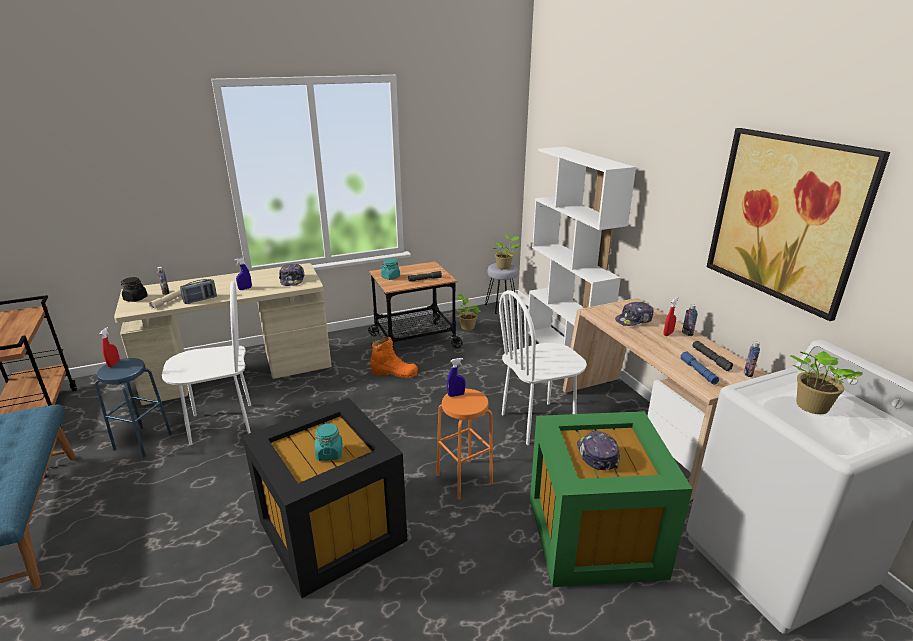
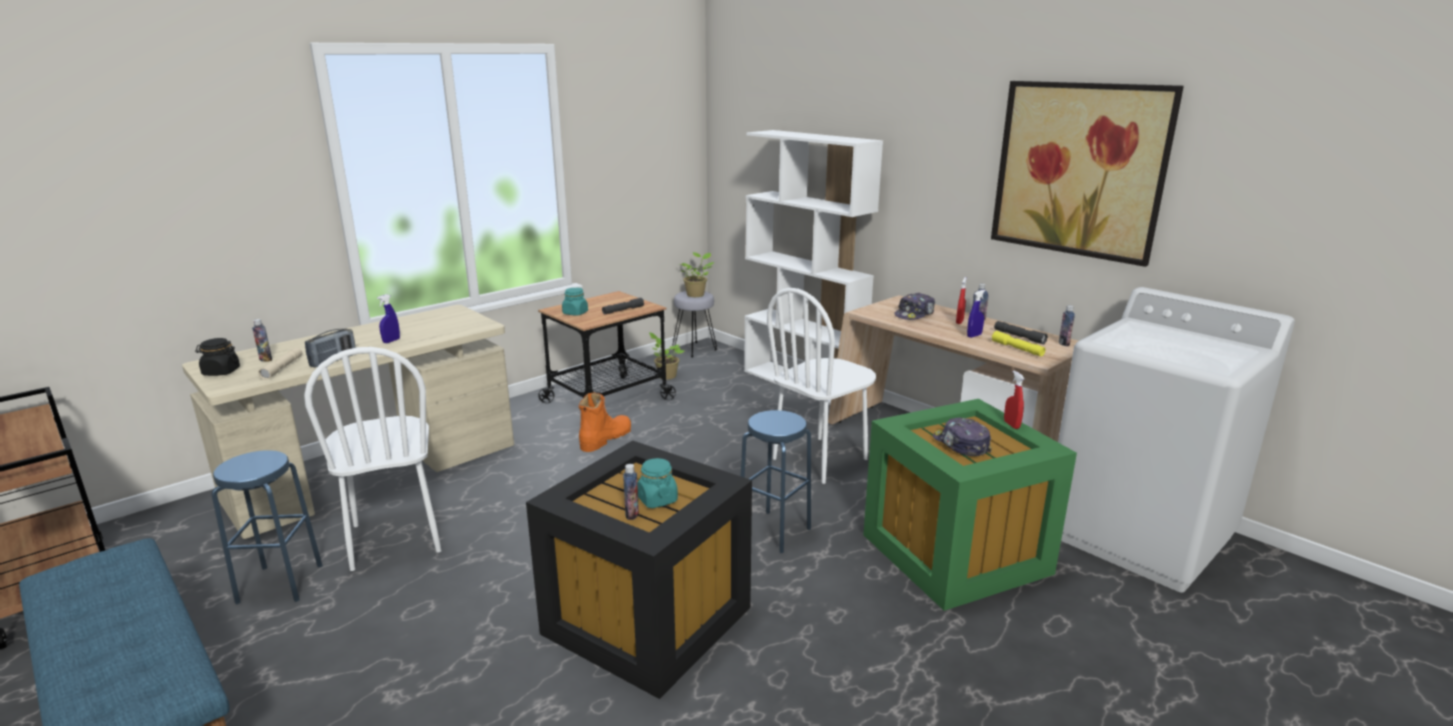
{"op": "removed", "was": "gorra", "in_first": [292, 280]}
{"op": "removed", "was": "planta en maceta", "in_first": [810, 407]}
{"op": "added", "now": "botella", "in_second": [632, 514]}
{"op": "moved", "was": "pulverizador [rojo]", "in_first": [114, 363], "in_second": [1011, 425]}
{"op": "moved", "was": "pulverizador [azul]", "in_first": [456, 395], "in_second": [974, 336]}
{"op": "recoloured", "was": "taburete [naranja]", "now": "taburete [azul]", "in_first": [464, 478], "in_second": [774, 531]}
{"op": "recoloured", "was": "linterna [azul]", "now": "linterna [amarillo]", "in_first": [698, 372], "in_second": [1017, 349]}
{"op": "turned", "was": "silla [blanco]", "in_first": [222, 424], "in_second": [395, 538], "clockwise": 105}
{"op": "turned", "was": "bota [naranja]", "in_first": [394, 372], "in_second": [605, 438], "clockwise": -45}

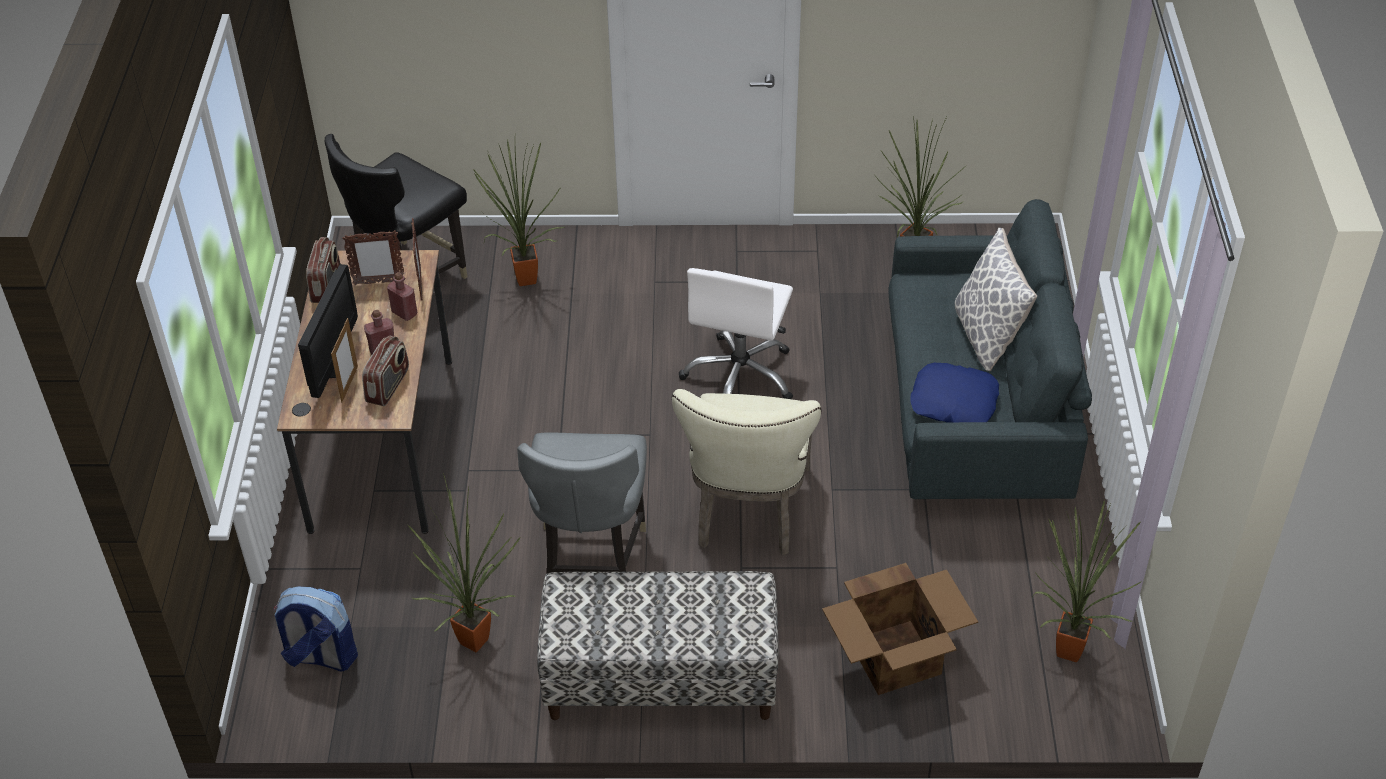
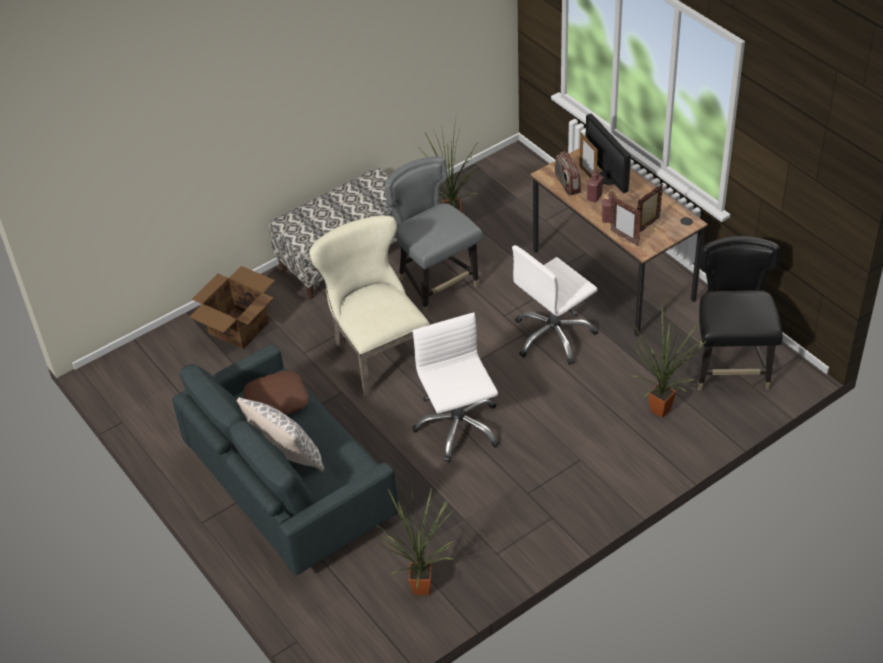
{"op": "removed", "was": "mochila", "in_first": [320, 656]}
{"op": "removed", "was": "radio", "in_first": [326, 286]}
{"op": "removed", "was": "planta en maceta", "in_first": [1064, 649]}
{"op": "added", "now": "silla de oficina [blanco]", "in_second": [553, 336]}
{"op": "recoloured", "was": "cojín [azul]", "now": "cojín [marrón]", "in_first": [953, 402], "in_second": [276, 400]}

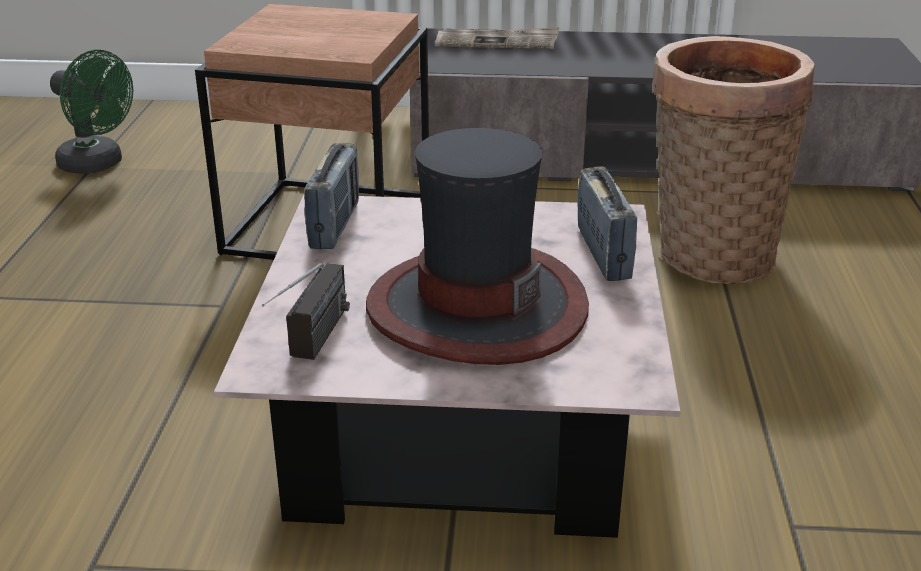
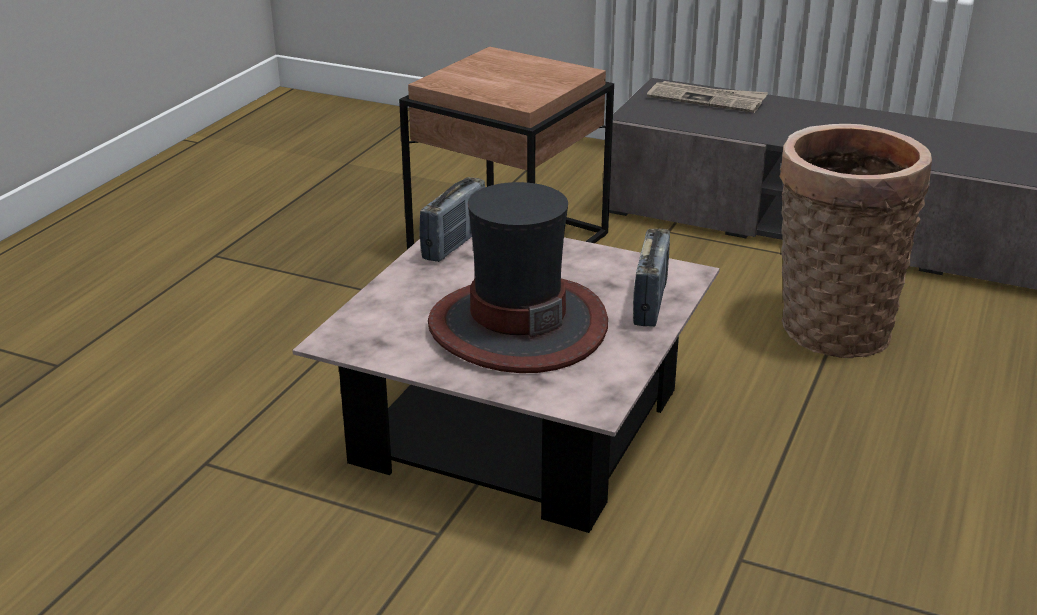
{"op": "removed", "was": "ventilador [verde]", "in_first": [98, 165]}
{"op": "removed", "was": "radio", "in_first": [312, 346]}

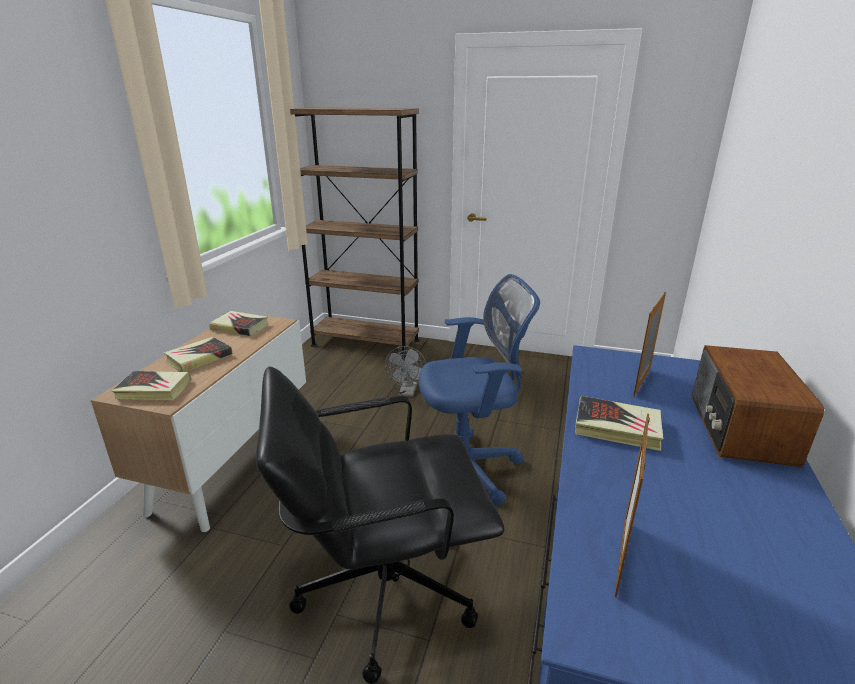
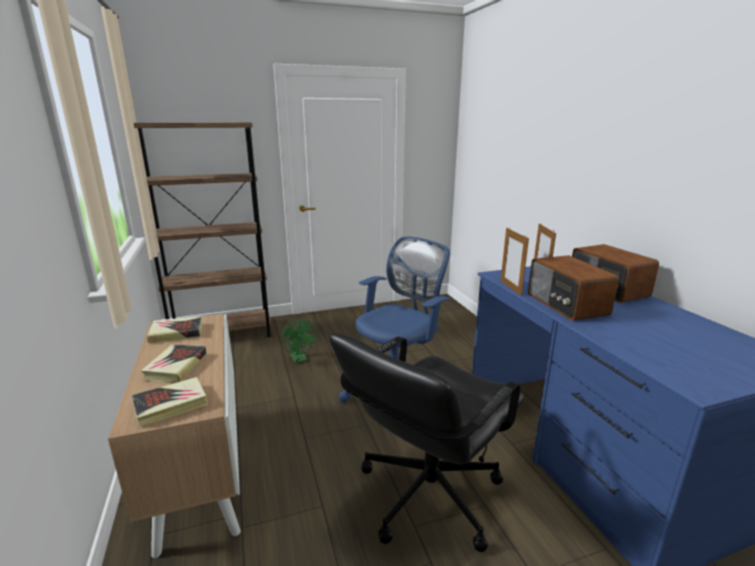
{"op": "moved", "was": "portarretratos", "in_first": [620, 556], "in_second": [510, 288]}
{"op": "replaced", "was": "libro", "now": "radio", "in_first": [617, 428], "in_second": [565, 304]}
{"op": "recoloured", "was": "ventilador [gris]", "now": "ventilador [verde]", "in_first": [407, 392], "in_second": [300, 359]}

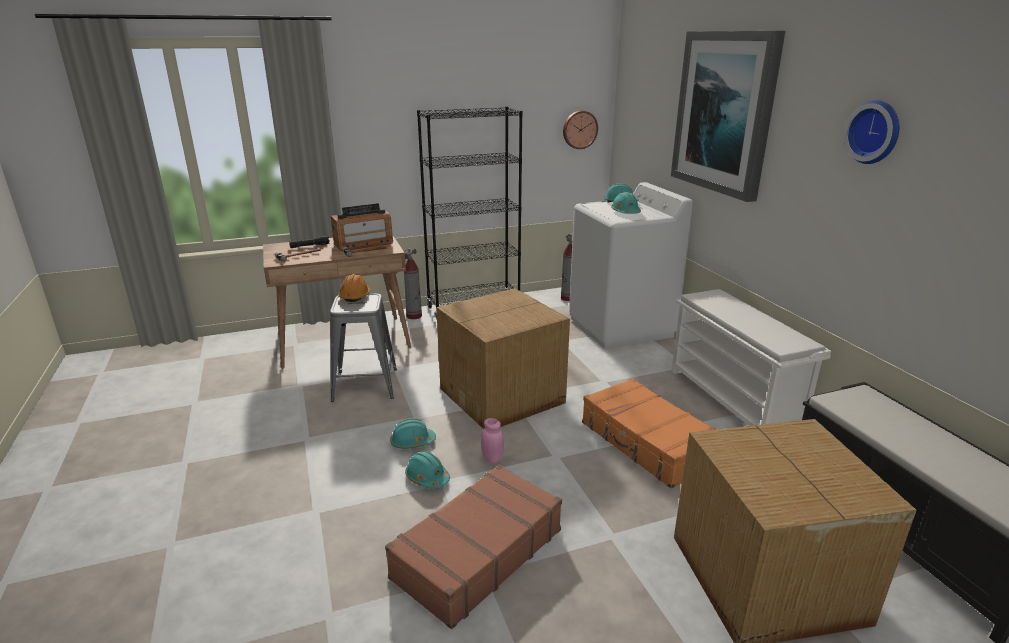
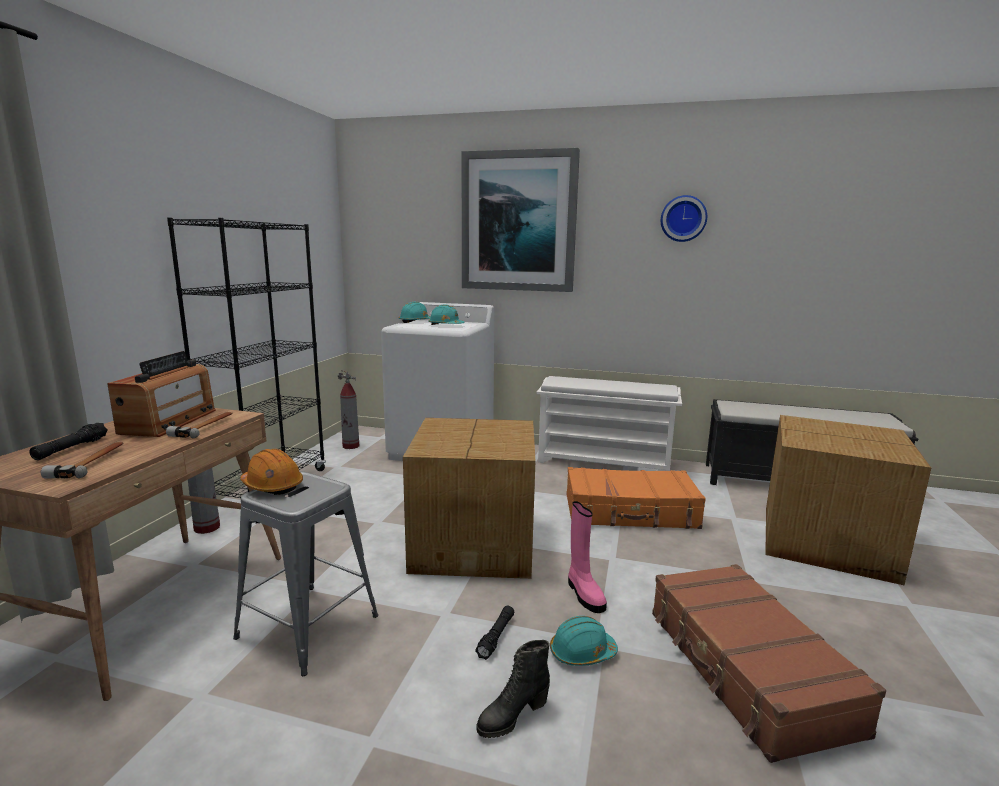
{"op": "removed", "was": "reloj de pared", "in_first": [579, 129]}
{"op": "added", "now": "bota [negro]", "in_second": [512, 716]}
{"op": "replaced", "was": "casco [turquesa]", "now": "linterna [negro]", "in_first": [412, 442], "in_second": [496, 637]}
{"op": "replaced", "was": "tarro [rosa]", "now": "bota [rosa]", "in_first": [492, 459], "in_second": [584, 594]}

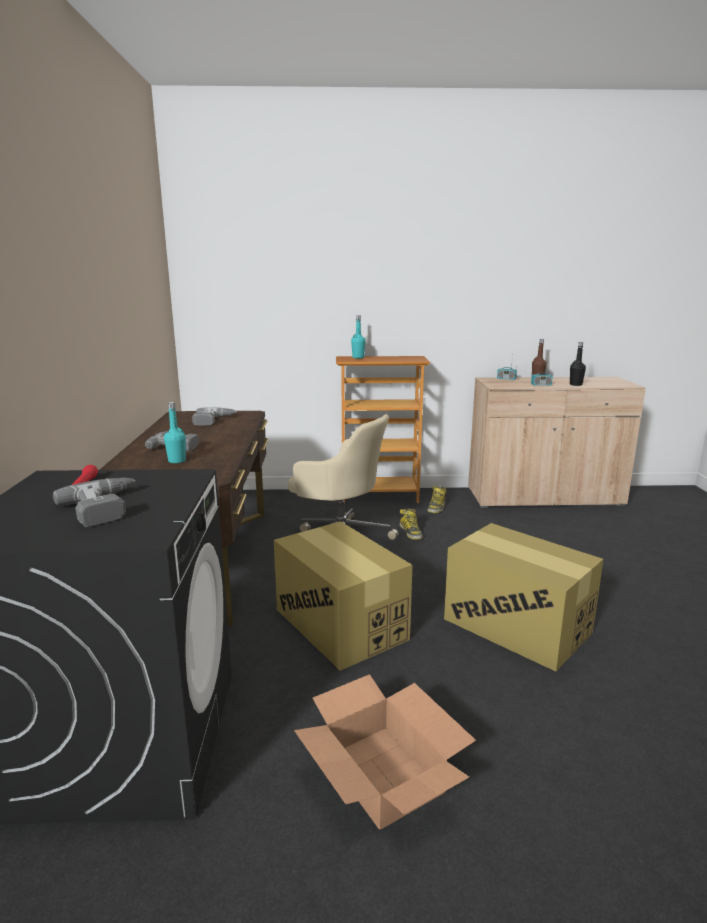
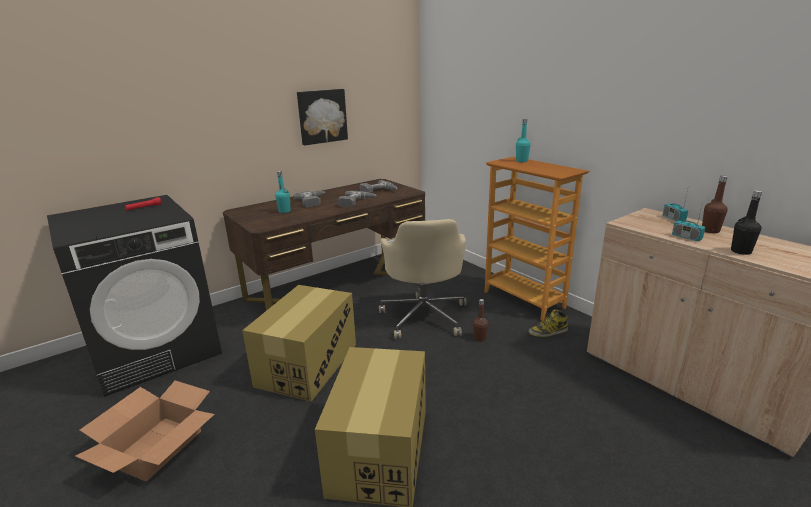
{"op": "added", "now": "cuadro", "in_second": [322, 116]}
{"op": "moved", "was": "taladro", "in_first": [107, 507], "in_second": [357, 202]}
{"op": "replaced", "was": "bota", "now": "botella [marrón]", "in_first": [411, 532], "in_second": [479, 338]}

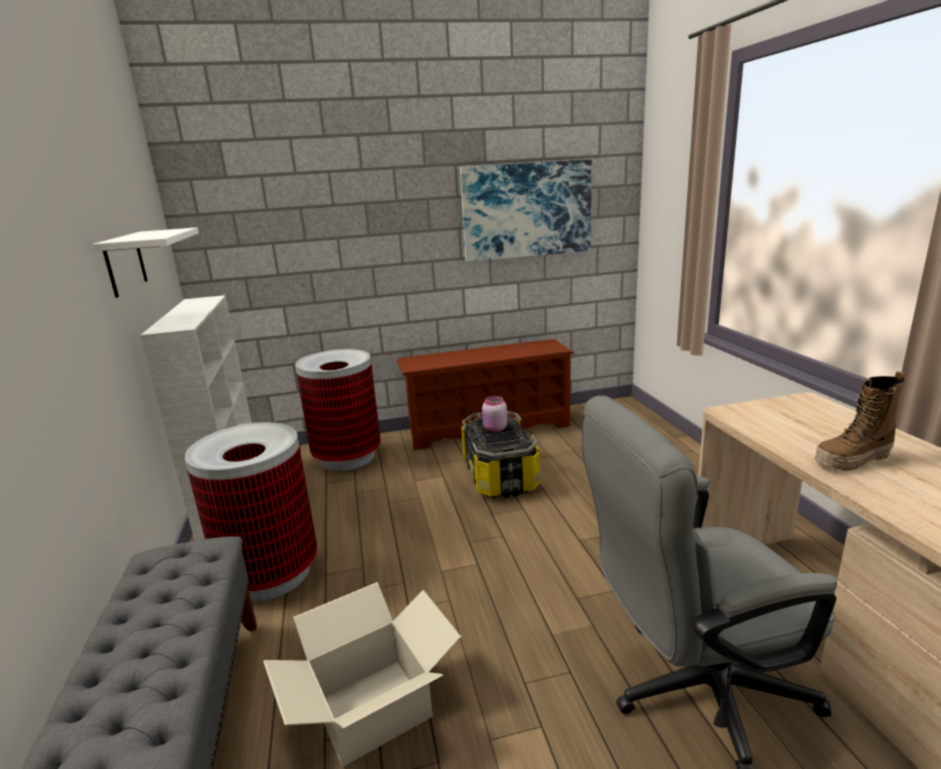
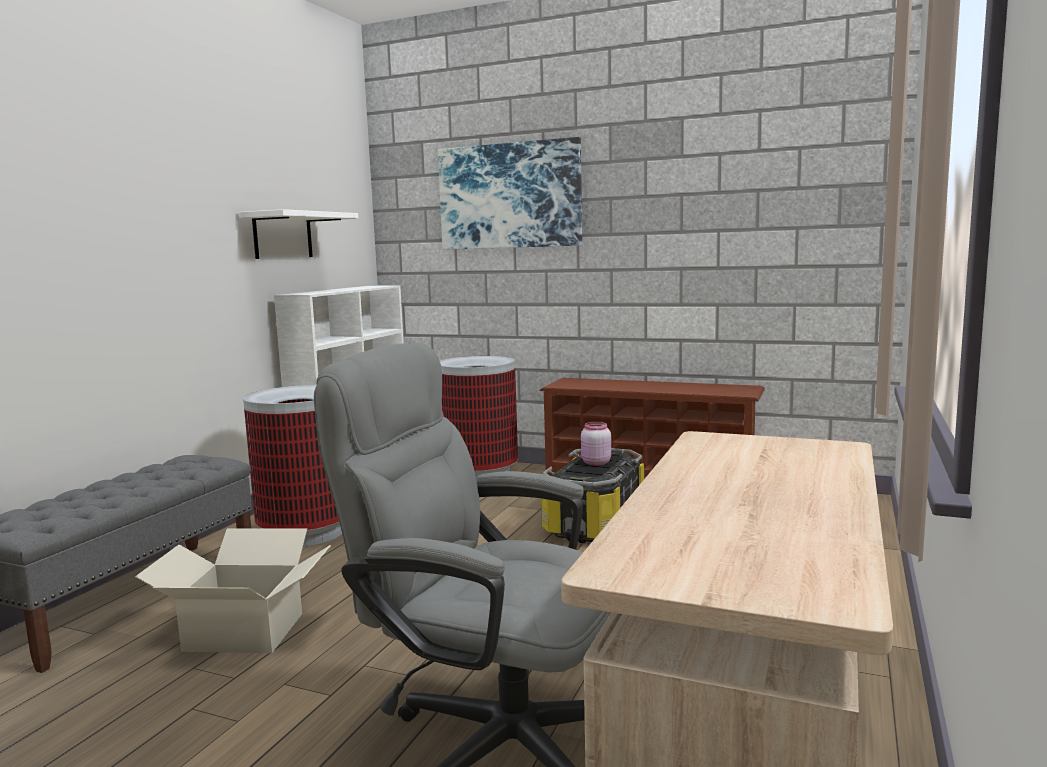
{"op": "removed", "was": "bota", "in_first": [853, 460]}
{"op": "moved", "was": "cuadro", "in_first": [526, 210], "in_second": [509, 196]}

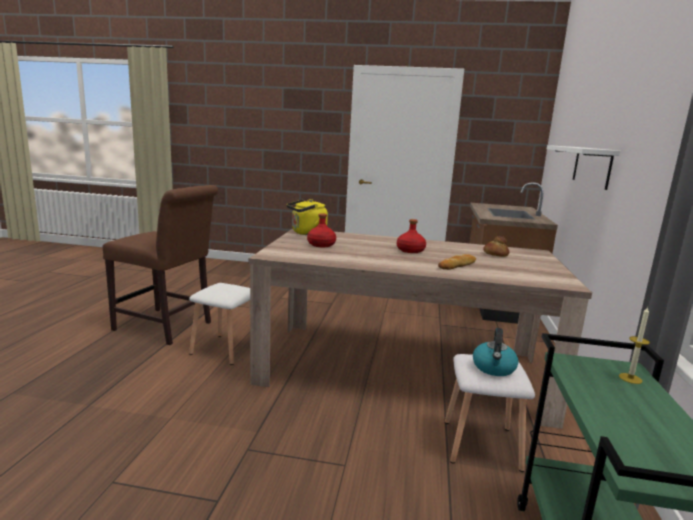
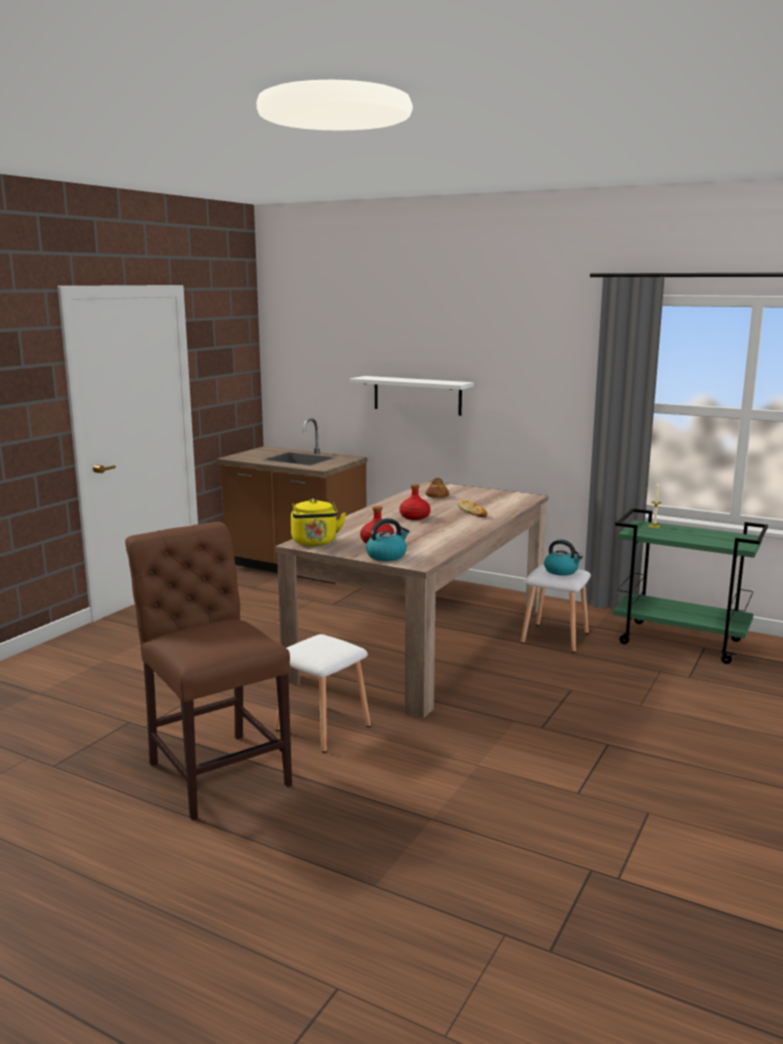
{"op": "added", "now": "hervidor", "in_second": [387, 556]}
{"op": "turned", "was": "silla [marrón]", "in_first": [166, 327], "in_second": [216, 769], "clockwise": -75}

